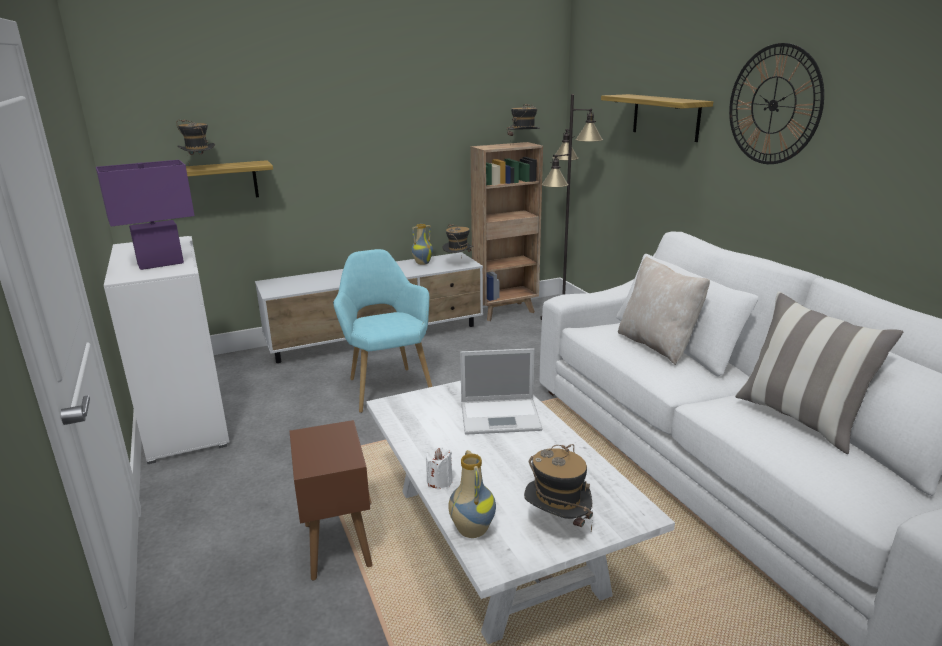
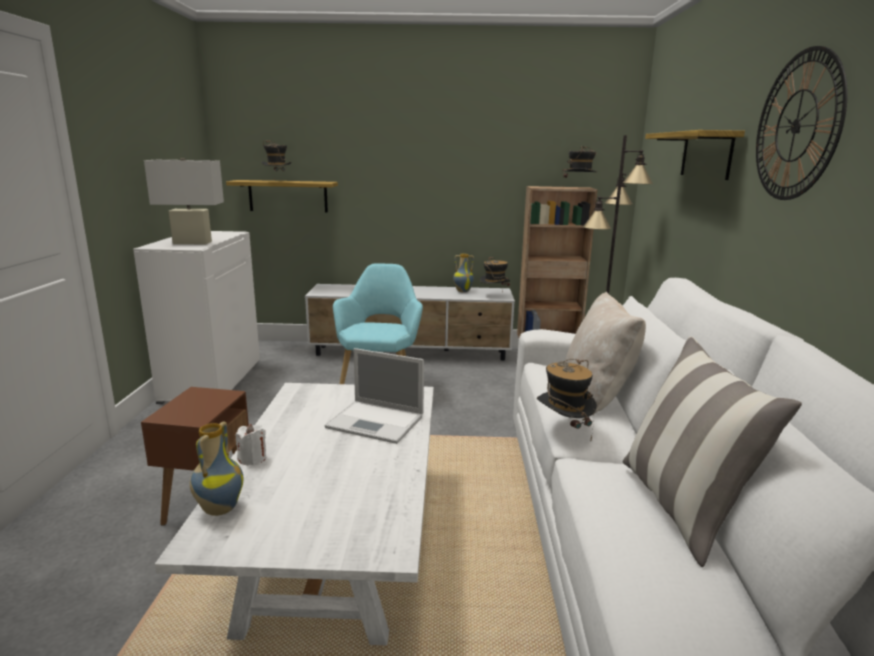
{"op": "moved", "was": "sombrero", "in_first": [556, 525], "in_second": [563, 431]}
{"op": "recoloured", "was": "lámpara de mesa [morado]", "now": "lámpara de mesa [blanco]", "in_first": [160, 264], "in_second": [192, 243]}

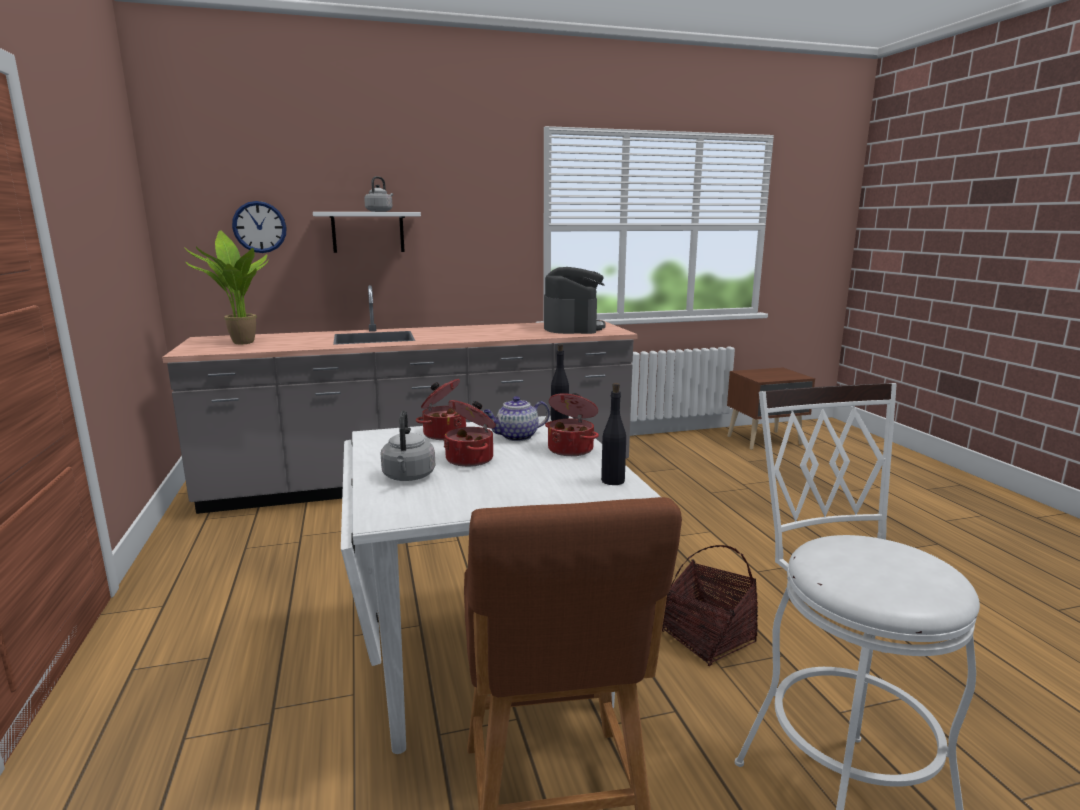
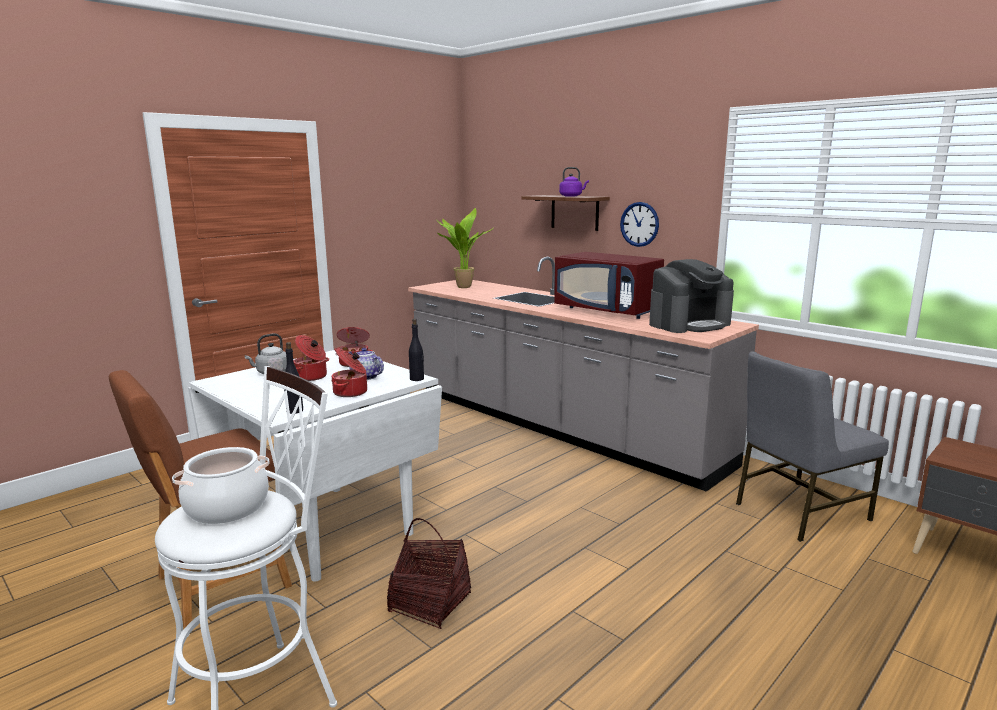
{"op": "added", "now": "olla", "in_second": [227, 507]}
{"op": "added", "now": "microondas [rojo]", "in_second": [607, 311]}
{"op": "added", "now": "silla [gris]", "in_second": [798, 511]}
{"op": "moved", "was": "reloj de pared", "in_first": [259, 227], "in_second": [639, 224]}
{"op": "recoloured", "was": "estante [blanco]", "now": "estante [marrón]", "in_first": [368, 232], "in_second": [574, 212]}
{"op": "recoloured", "was": "hervidor [gris]", "now": "hervidor [morado]", "in_first": [380, 211], "in_second": [572, 196]}

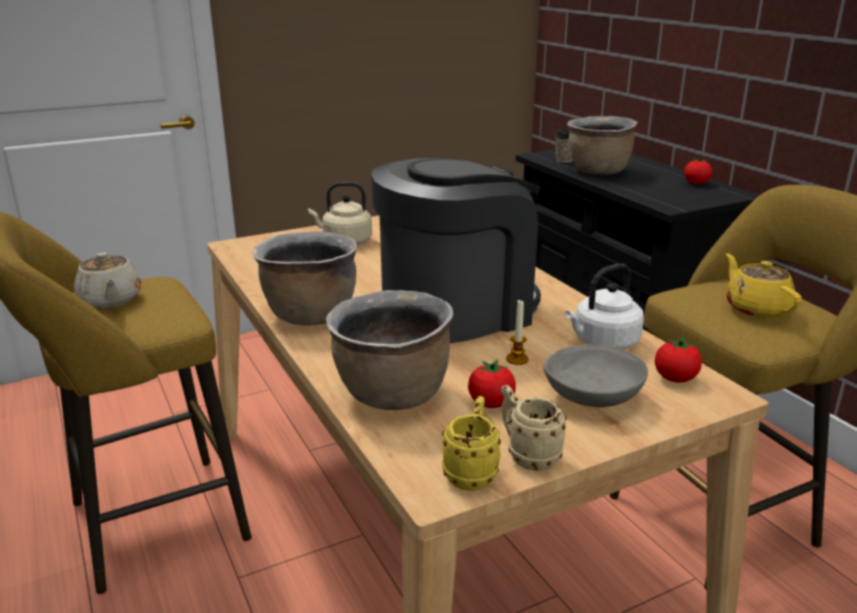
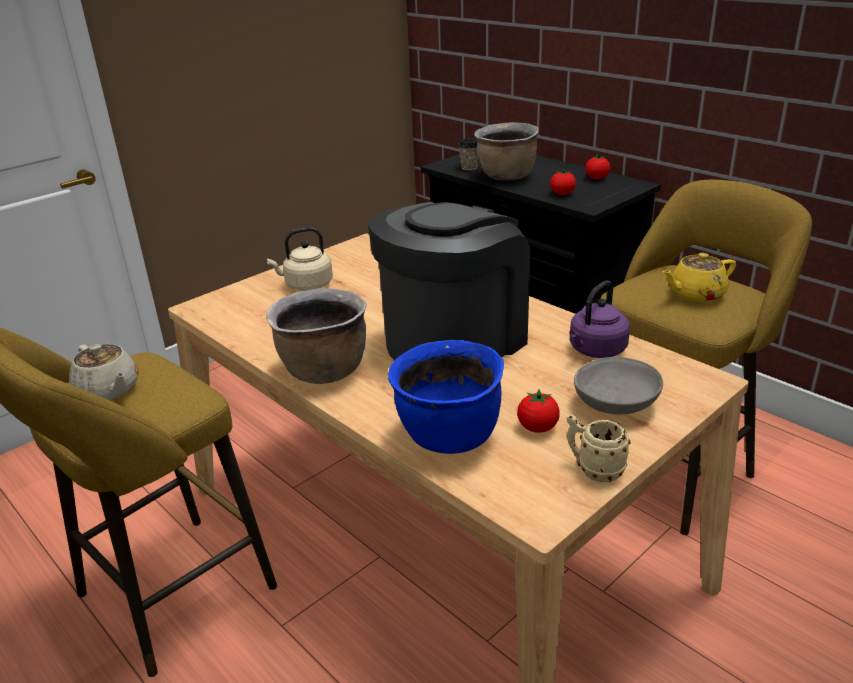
{"op": "removed", "was": "taza grande [amarillo]", "in_first": [472, 472]}
{"op": "removed", "was": "vela", "in_first": [517, 359]}
{"op": "moved", "was": "tomate", "in_first": [675, 379], "in_second": [562, 194]}
{"op": "recoloured", "was": "olla [marrón]", "now": "olla [azul]", "in_first": [392, 395], "in_second": [449, 437]}
{"op": "recoloured", "was": "hervidor [blanco]", "now": "hervidor [morado]", "in_first": [603, 343], "in_second": [595, 350]}
{"op": "turned", "was": "tetera [amarillo]", "in_first": [756, 308], "in_second": [696, 294], "clockwise": -75}

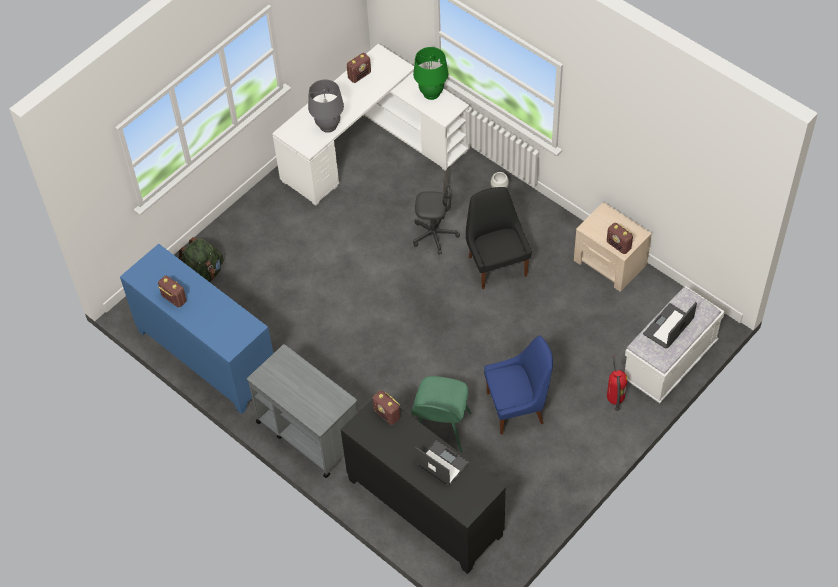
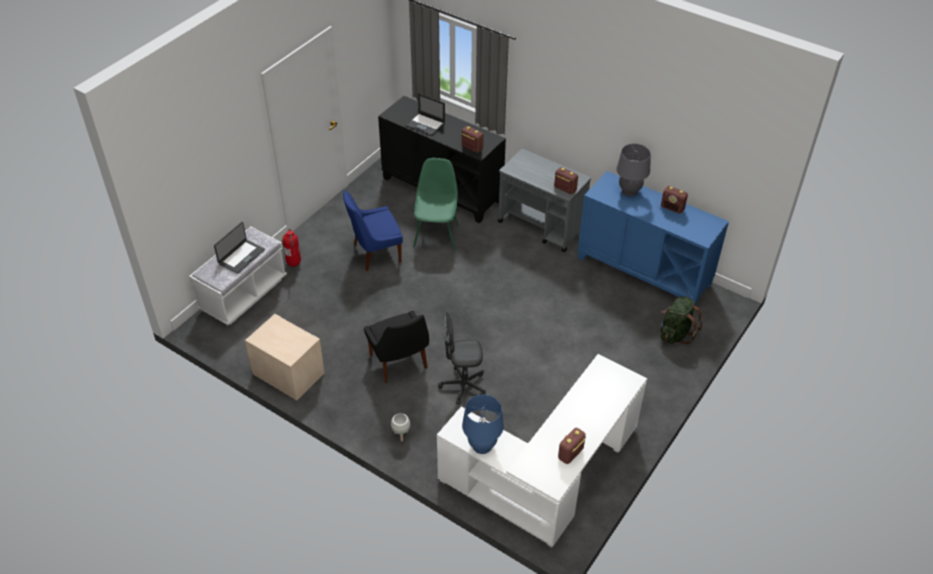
{"op": "moved", "was": "lámpara de mesa [gris]", "in_first": [328, 125], "in_second": [629, 191]}
{"op": "moved", "was": "radio", "in_first": [619, 245], "in_second": [565, 189]}
{"op": "recoloured", "was": "lámpara de mesa [verde]", "now": "lámpara de mesa [azul]", "in_first": [431, 93], "in_second": [482, 445]}

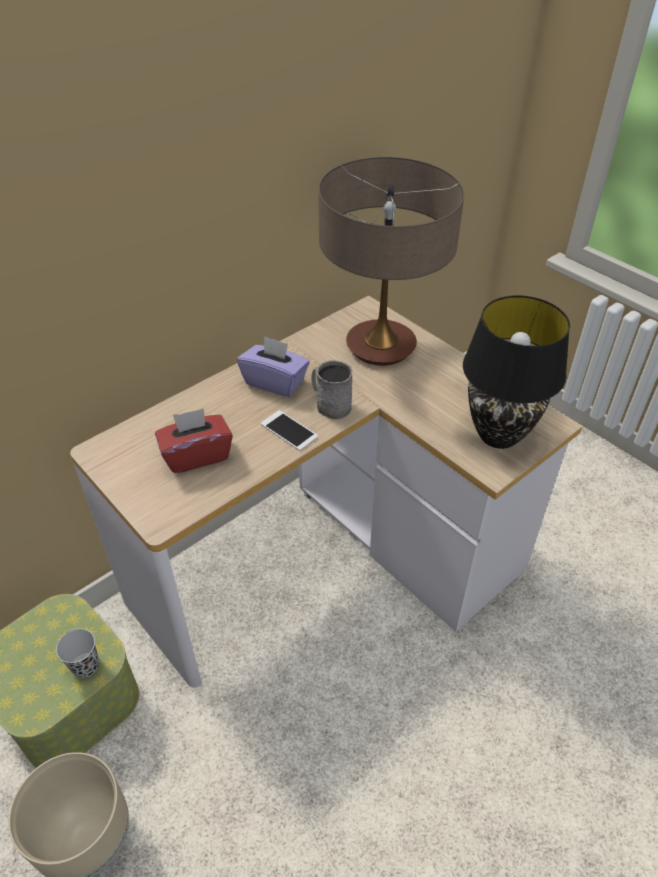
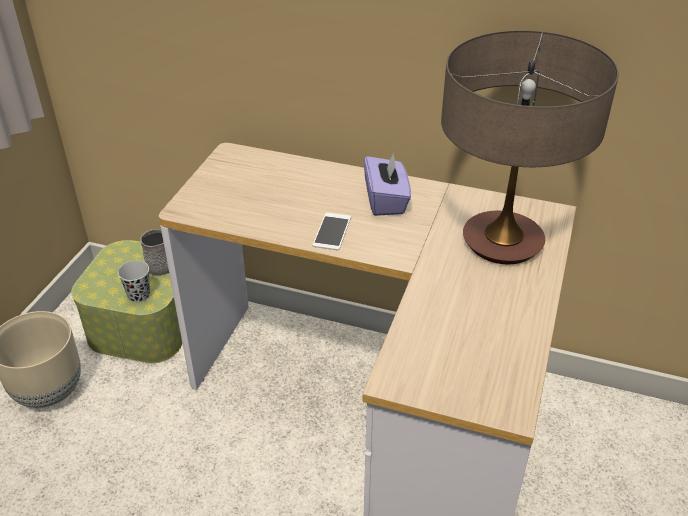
{"op": "removed", "was": "caja de pañuelos [rojo]", "in_first": [197, 455]}
{"op": "removed", "was": "lámpara de mesa [negro]", "in_first": [499, 435]}
{"op": "moved", "was": "taza grande [gris]", "in_first": [330, 405], "in_second": [162, 264]}

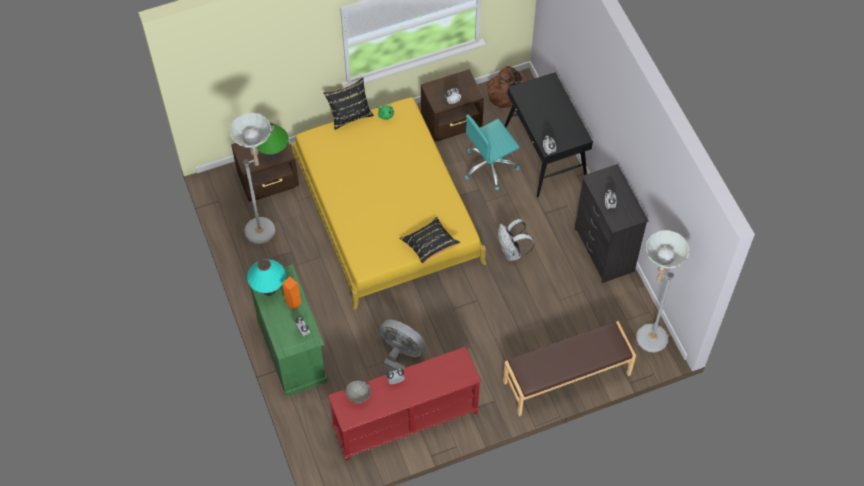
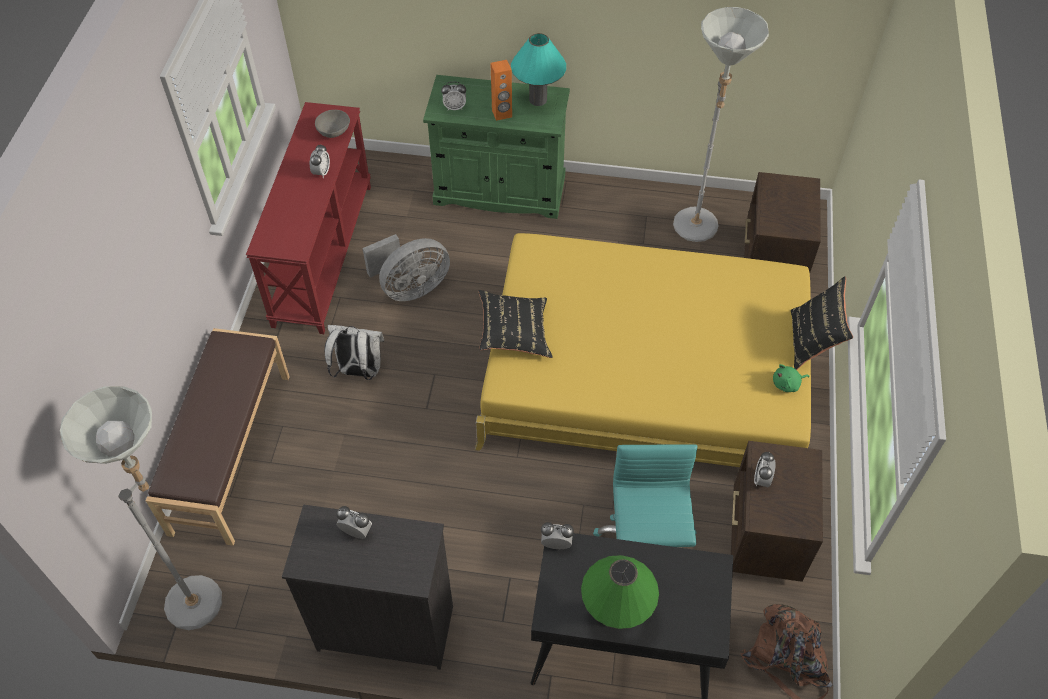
{"op": "moved", "was": "lámpara de mesa [verde]", "in_first": [273, 155], "in_second": [615, 614]}
{"op": "moved", "was": "mochila [blanco]", "in_first": [512, 252], "in_second": [358, 371]}

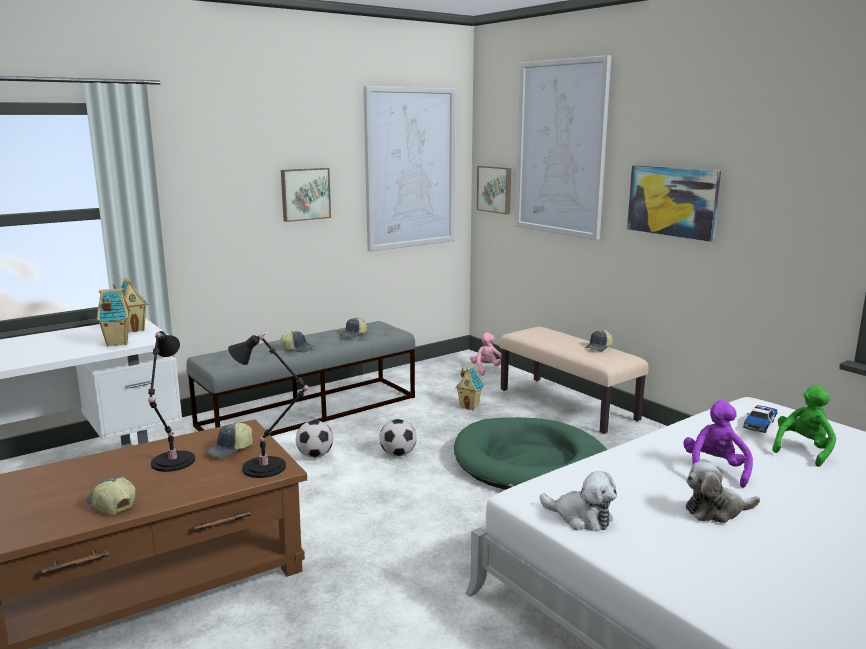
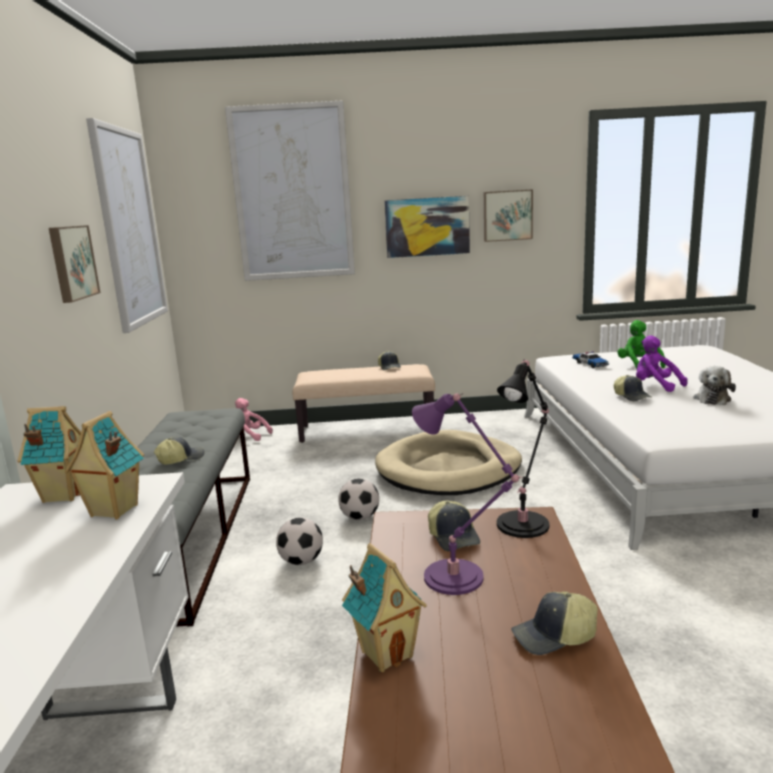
{"op": "removed", "was": "peluche", "in_first": [580, 517]}
{"op": "moved", "was": "gorra", "in_first": [354, 335], "in_second": [632, 396]}
{"op": "moved", "was": "casita", "in_first": [469, 406], "in_second": [387, 653]}
{"op": "moved", "was": "cuadro", "in_first": [495, 189], "in_second": [507, 215]}
{"op": "recoloured", "was": "lámpara de mesa [negro]", "now": "lámpara de mesa [morado]", "in_first": [171, 463], "in_second": [458, 579]}
{"op": "recoloured", "was": "cama para perro [verde]", "now": "cama para perro [beis]", "in_first": [531, 463], "in_second": [449, 469]}

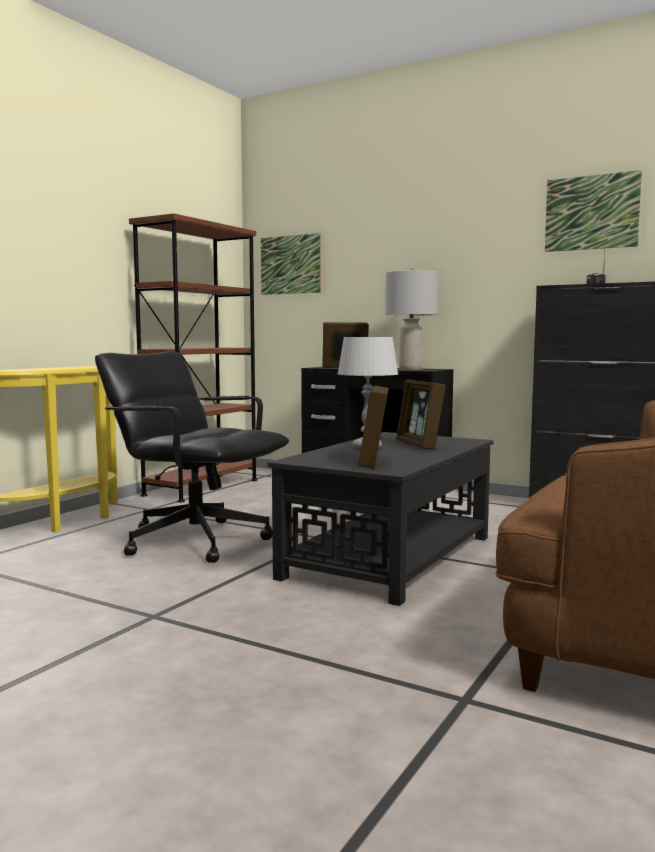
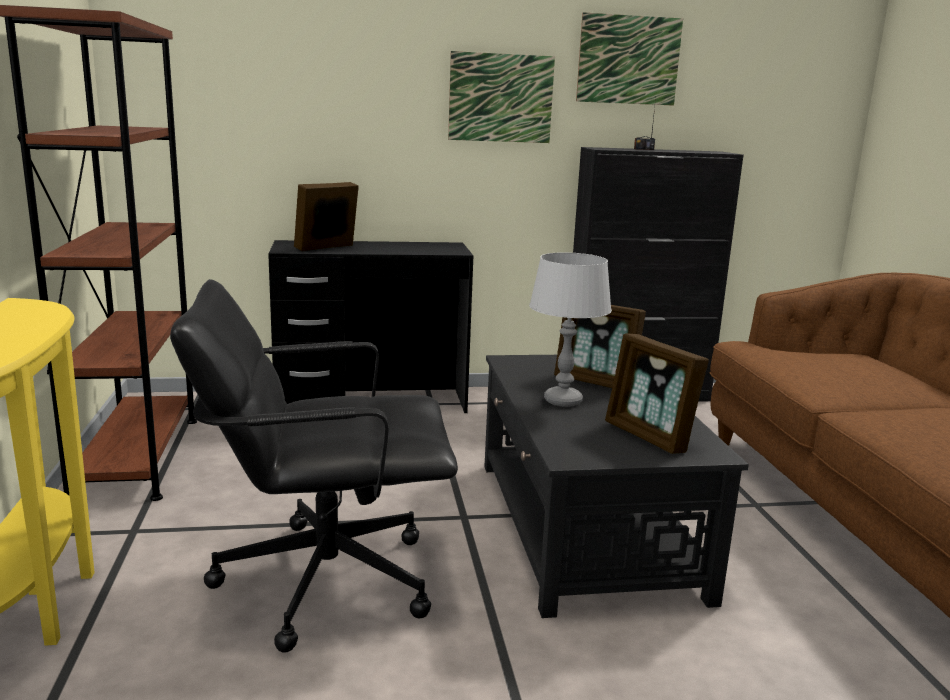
{"op": "removed", "was": "lámpara de mesa [gris]", "in_first": [411, 369]}
{"op": "moved", "was": "cuadro", "in_first": [290, 264], "in_second": [501, 98]}

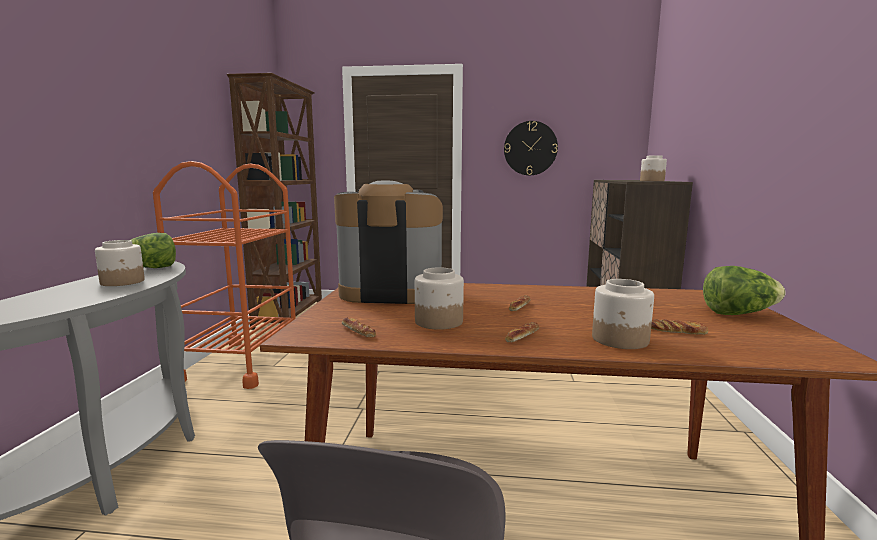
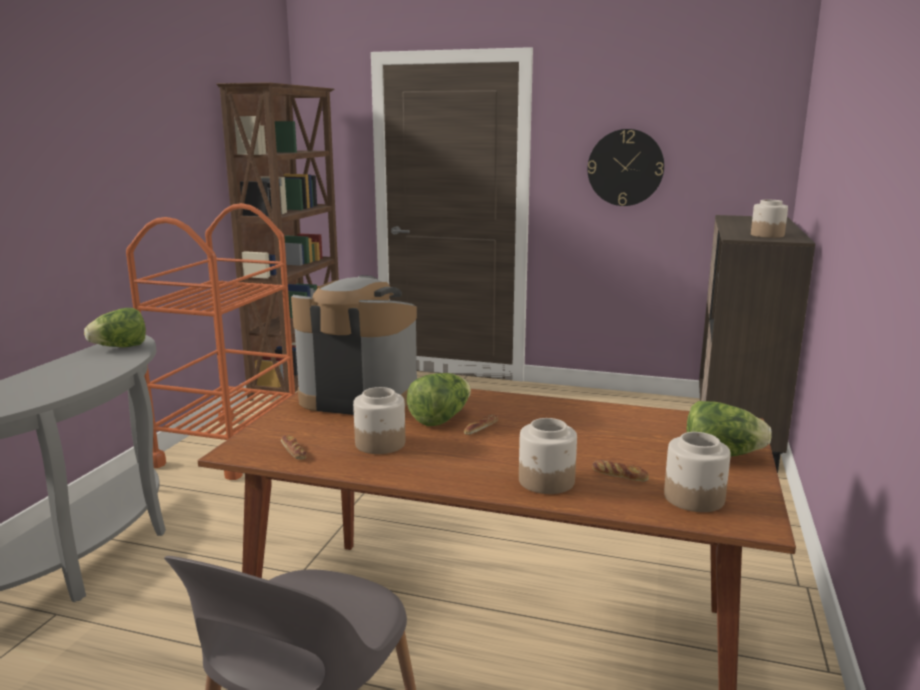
{"op": "removed", "was": "pan", "in_first": [522, 336]}
{"op": "added", "now": "lechuga", "in_second": [440, 419]}
{"op": "moved", "was": "tarro", "in_first": [123, 282], "in_second": [695, 498]}

